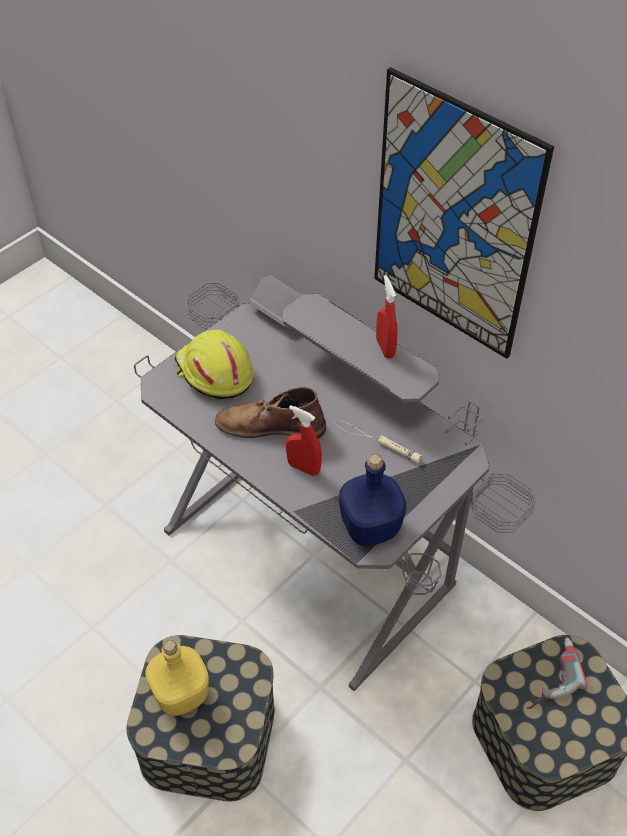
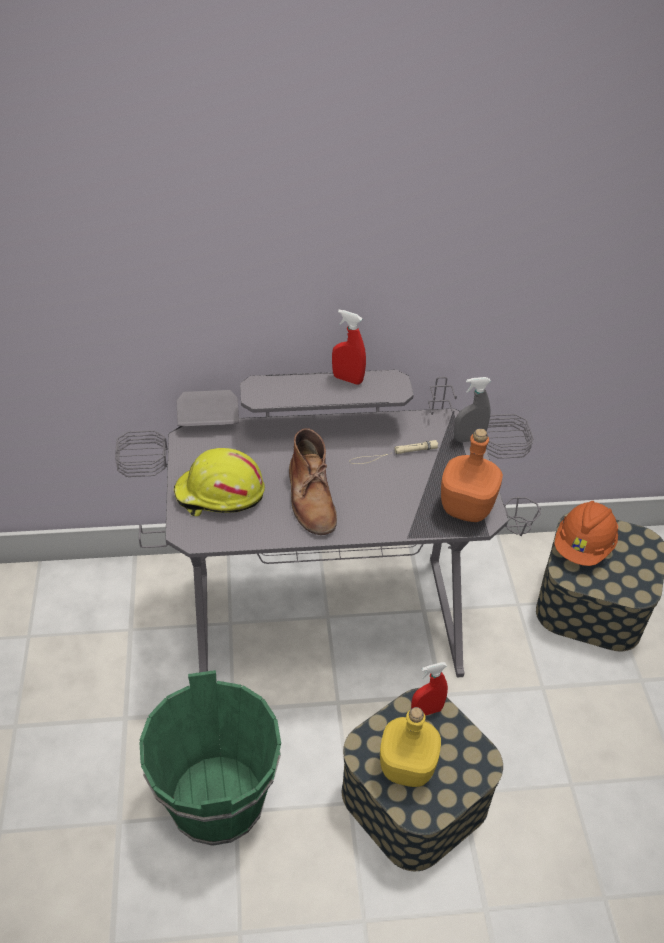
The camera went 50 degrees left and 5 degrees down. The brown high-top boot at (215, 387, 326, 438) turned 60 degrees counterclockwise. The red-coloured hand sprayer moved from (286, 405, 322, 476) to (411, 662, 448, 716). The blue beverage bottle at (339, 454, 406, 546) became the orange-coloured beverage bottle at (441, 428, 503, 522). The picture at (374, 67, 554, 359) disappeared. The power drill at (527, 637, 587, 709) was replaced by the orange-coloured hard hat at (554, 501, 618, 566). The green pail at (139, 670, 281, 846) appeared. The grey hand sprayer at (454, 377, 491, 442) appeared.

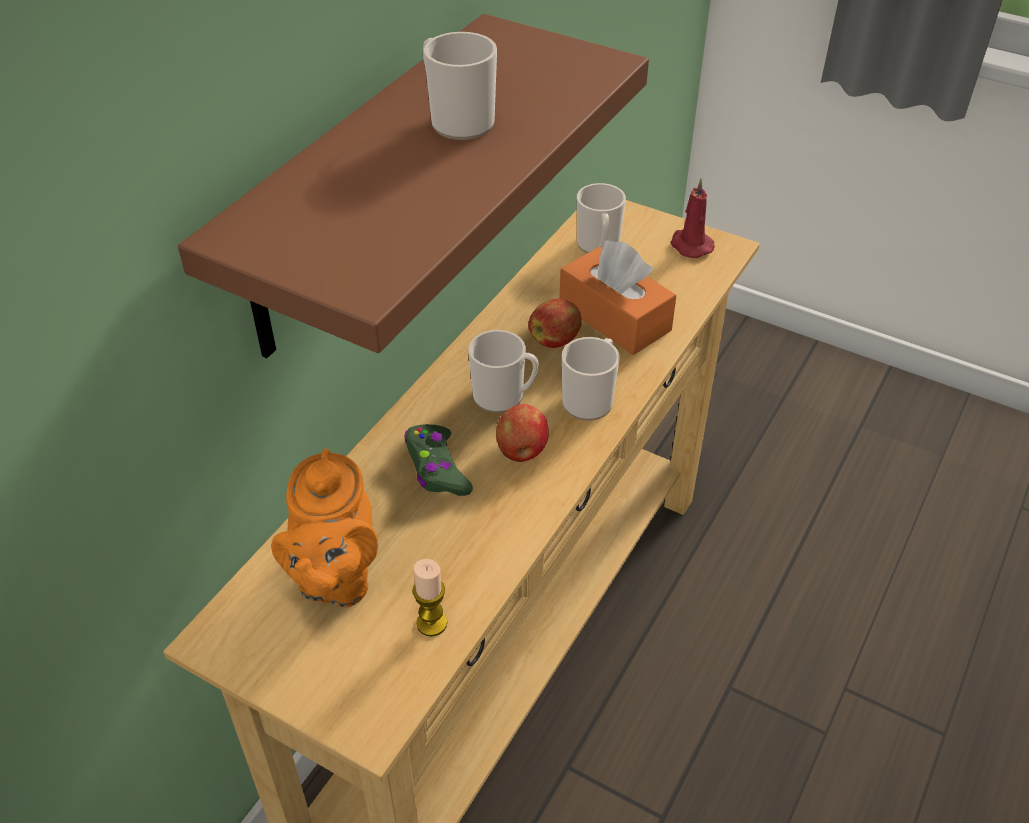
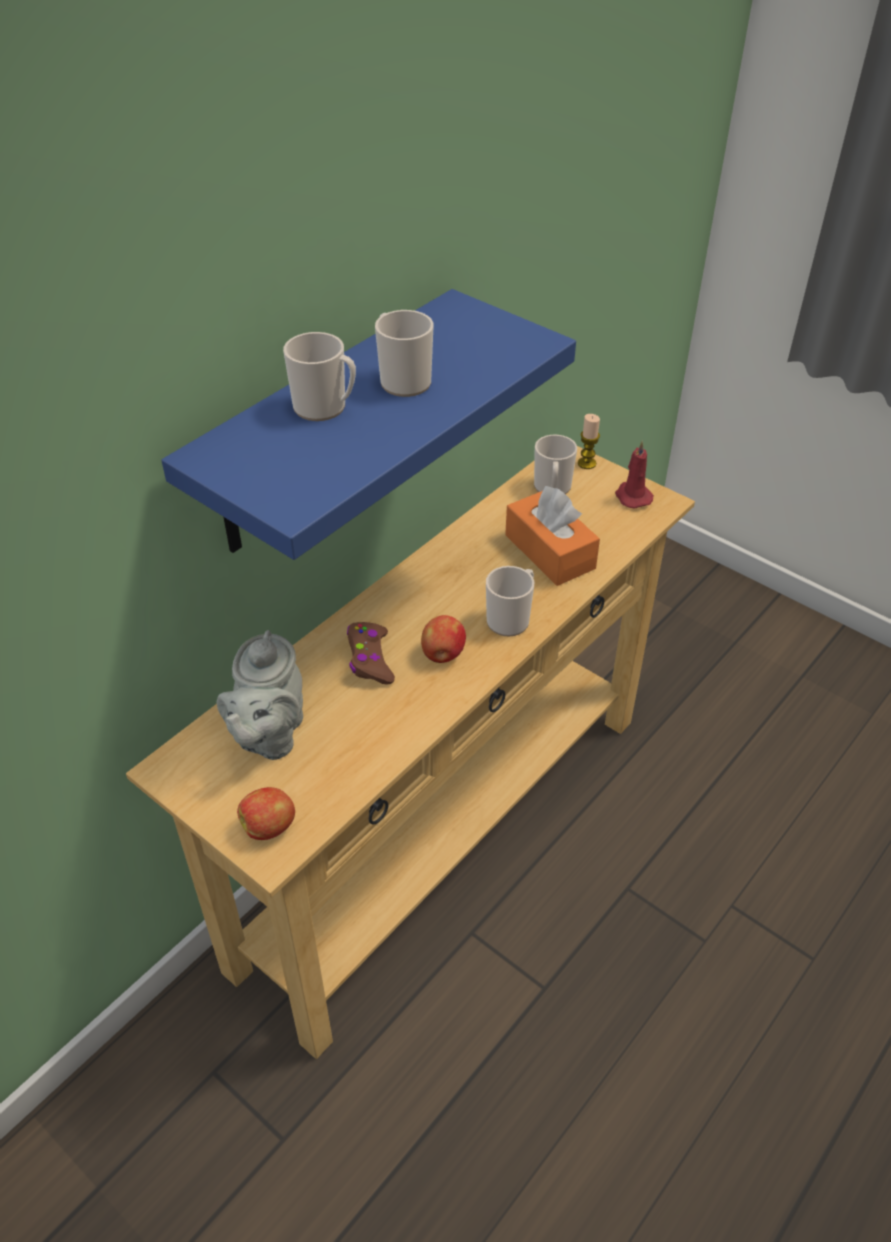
The camera went 10 degrees right and 0 degrees up. The brown bracket shelf at (178, 14, 649, 358) became the blue bracket shelf at (161, 289, 576, 560). The orange-coloured teapot at (271, 448, 378, 608) became the grey teapot at (217, 630, 303, 760). The green gamepad at (404, 424, 473, 496) became the brown gamepad at (347, 622, 395, 684). The candle moved from (412, 559, 447, 637) to (578, 414, 600, 469). The mug moved from (468, 330, 538, 413) to (283, 332, 356, 421). The whole apple moved from (529, 299, 582, 348) to (237, 787, 295, 840).

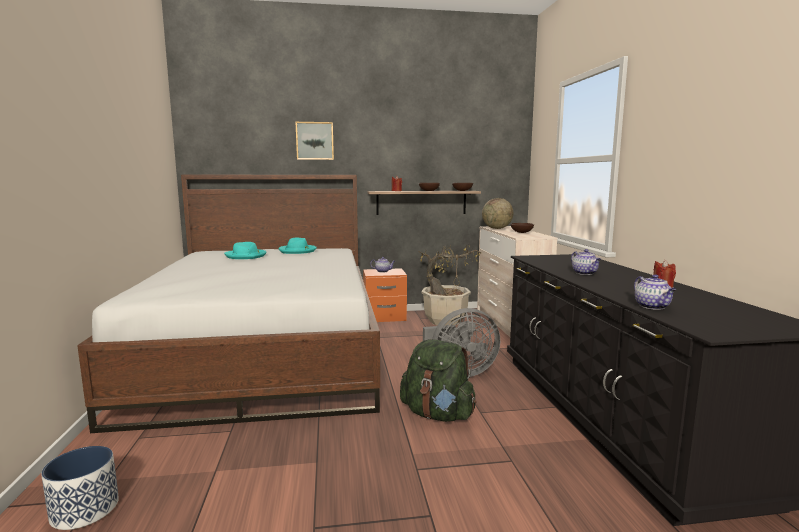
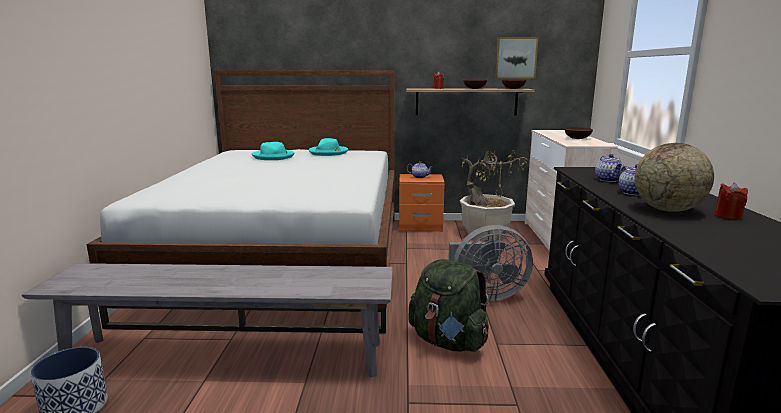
The camera went 10 degrees right and 5 degrees up. The picture moved from (295, 122, 334, 160) to (495, 37, 538, 78). The desk globe moved from (482, 198, 513, 229) to (635, 143, 714, 212). The teapot moved from (634, 274, 676, 310) to (595, 154, 625, 182). The grey indoor bench at (22, 263, 393, 377) appeared.

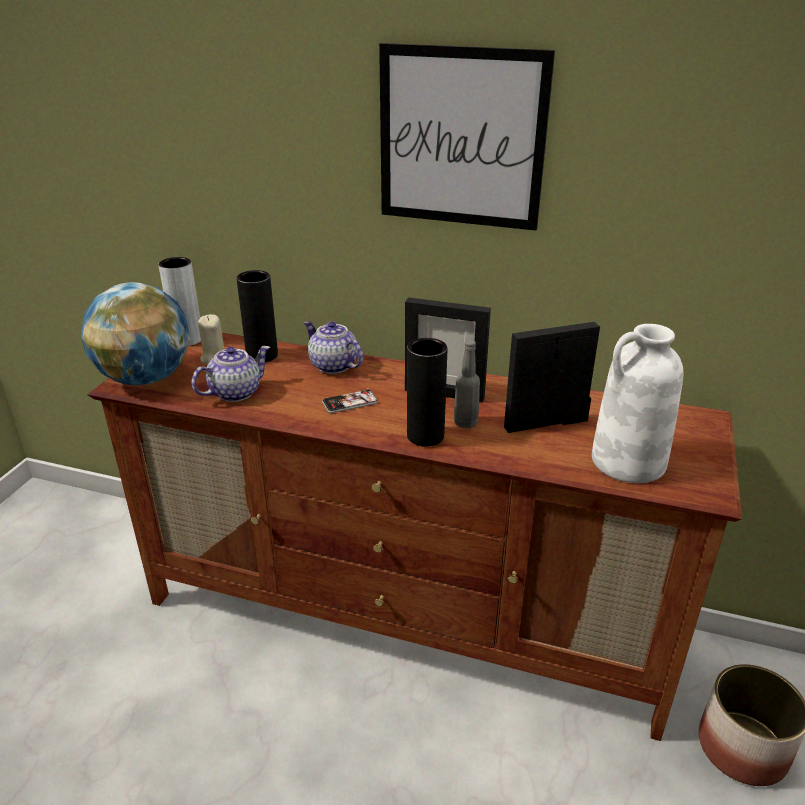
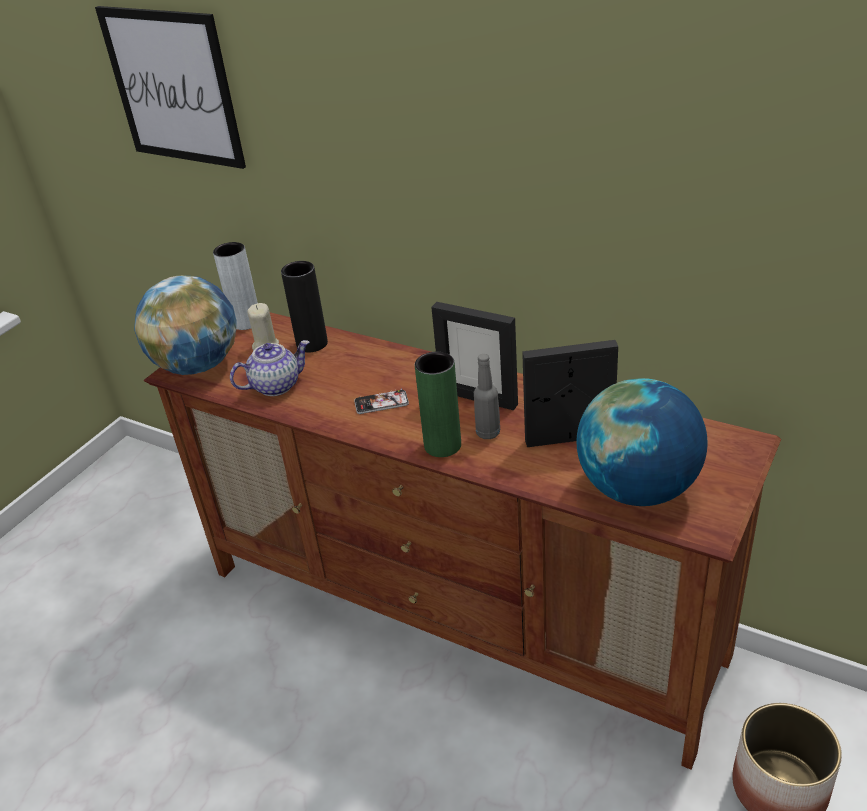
The camera went 15 degrees right and 5 degrees up. The teapot at (304, 321, 363, 374) disappeared. The picture moved from (379, 43, 555, 231) to (95, 6, 246, 169). The black vase at (407, 338, 447, 447) became the green vase at (415, 352, 461, 457). The white vase at (592, 324, 683, 483) was replaced by the desk globe at (576, 378, 708, 506).

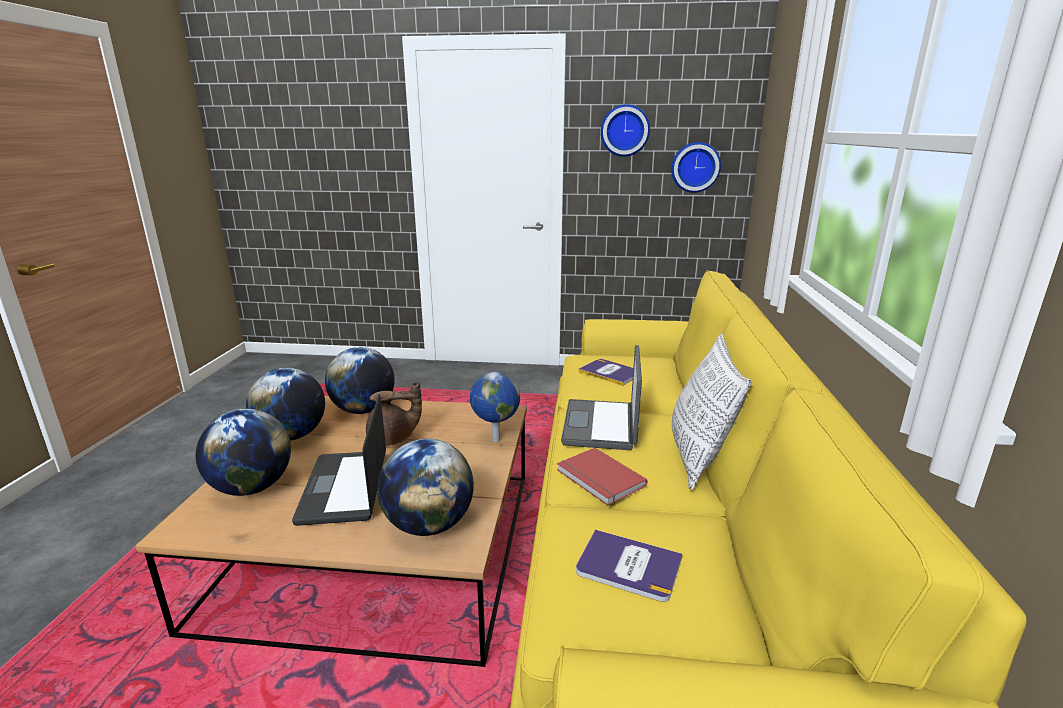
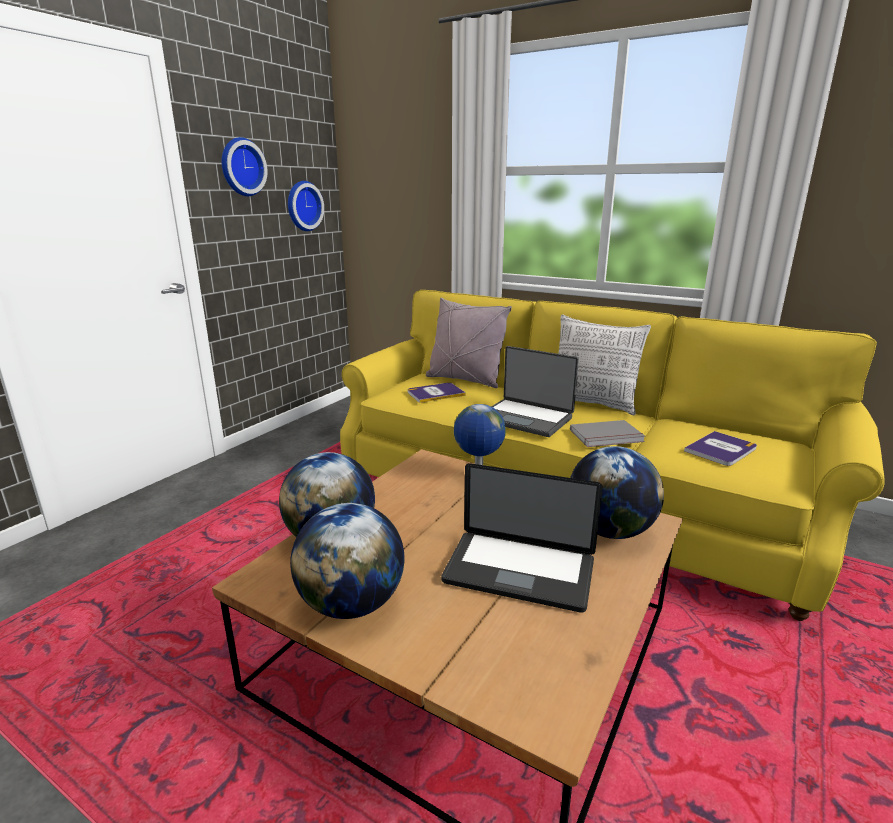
The camera went 65 degrees left and 0 degrees up. The desk globe at (196, 409, 291, 496) disappeared. The brown teapot at (366, 381, 422, 446) disappeared. The red-coloured book at (557, 448, 647, 505) became the grey book at (570, 420, 645, 447). The purplish pillow at (426, 297, 512, 388) appeared.

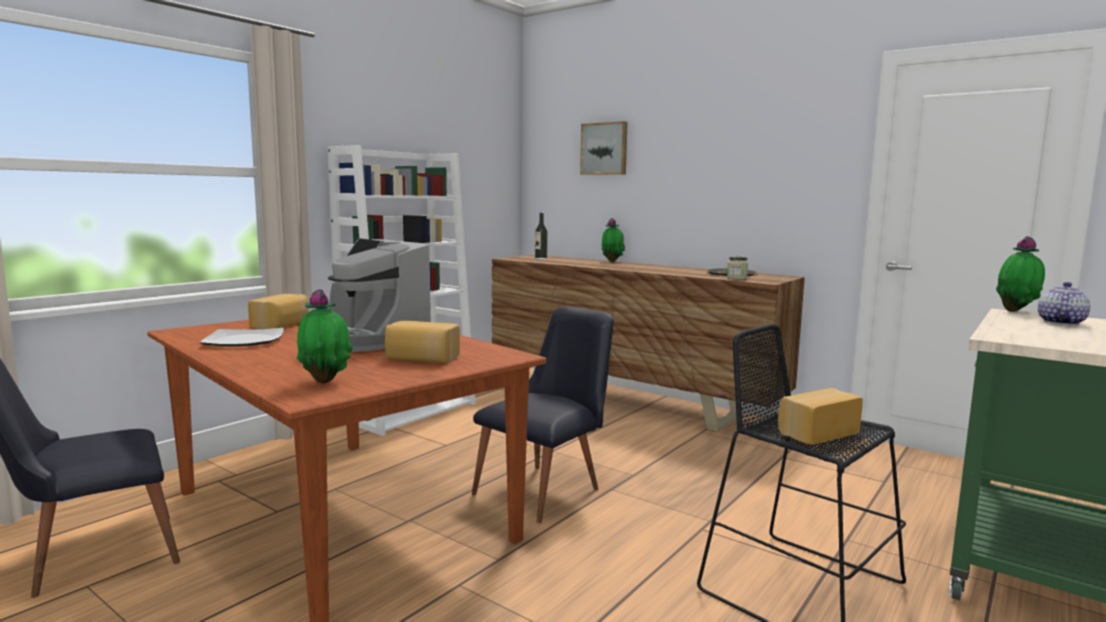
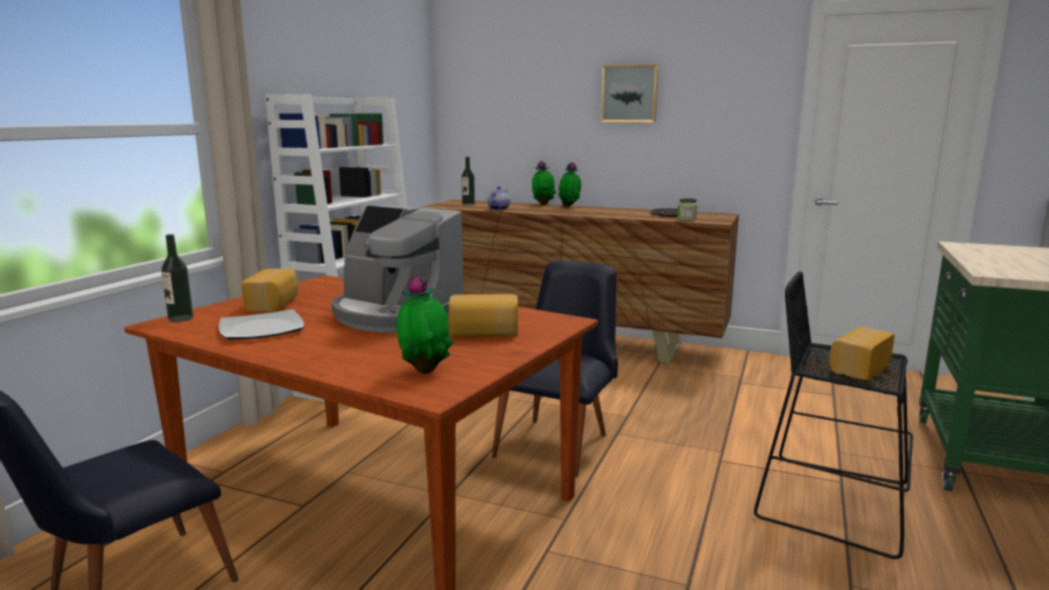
The camera went 15 degrees left and 5 degrees up. The picture moved from (580, 121, 628, 175) to (601, 64, 658, 122). The potted plant moved from (996, 236, 1045, 312) to (558, 162, 581, 207). The teapot moved from (1038, 282, 1090, 325) to (487, 186, 510, 210). The beverage bottle at (161, 234, 194, 322) appeared.

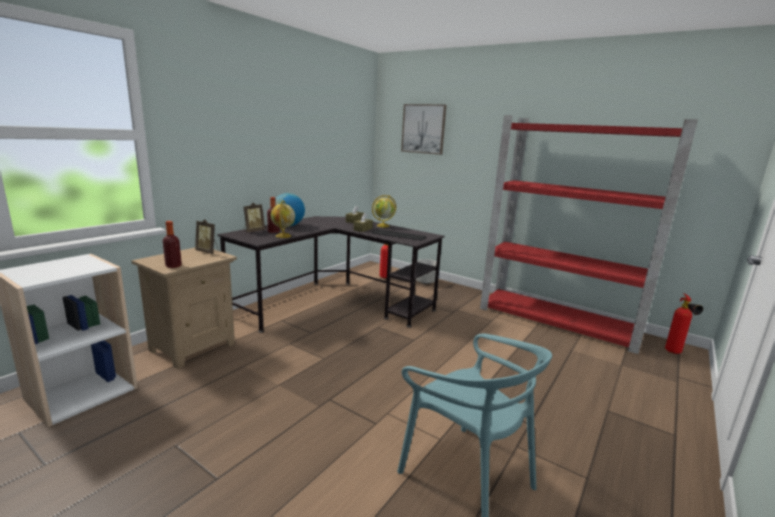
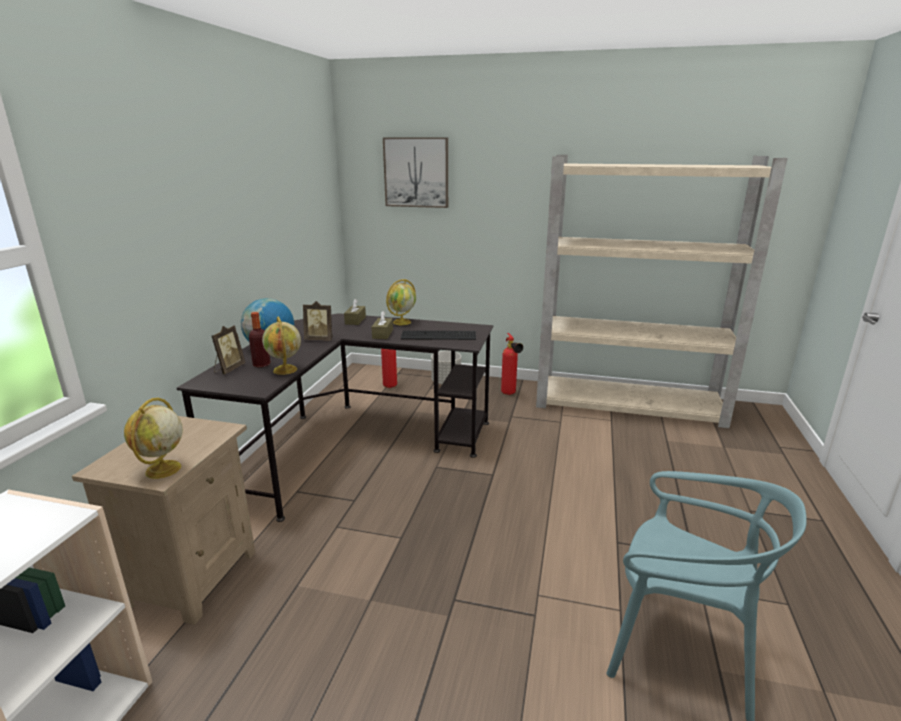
The camera went 20 degrees left and 5 degrees up. The beverage bottle at (163, 221, 182, 268) was replaced by the desk globe at (124, 398, 183, 479). The photo frame moved from (195, 219, 220, 254) to (303, 301, 333, 341). The red-coloured shelving unit at (480, 115, 698, 354) became the beige-coloured shelving unit at (536, 155, 788, 428). The fire extinguisher moved from (665, 293, 703, 354) to (501, 333, 523, 395).

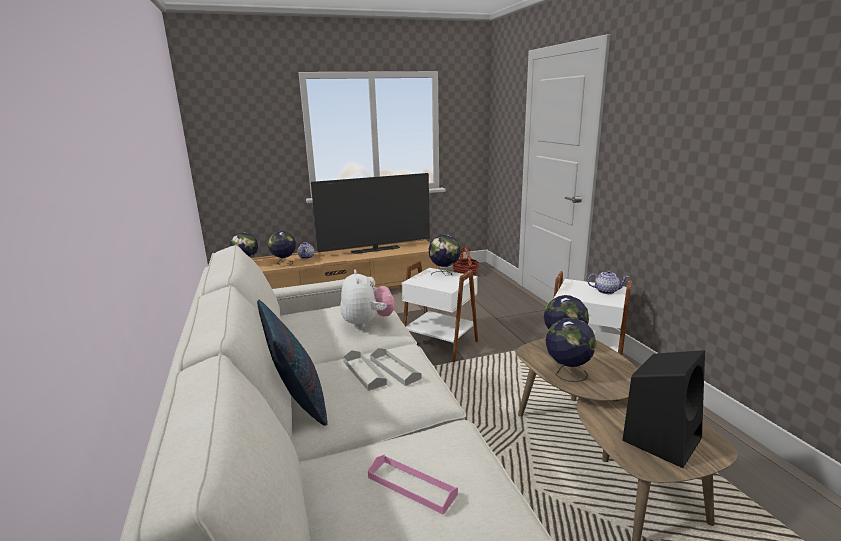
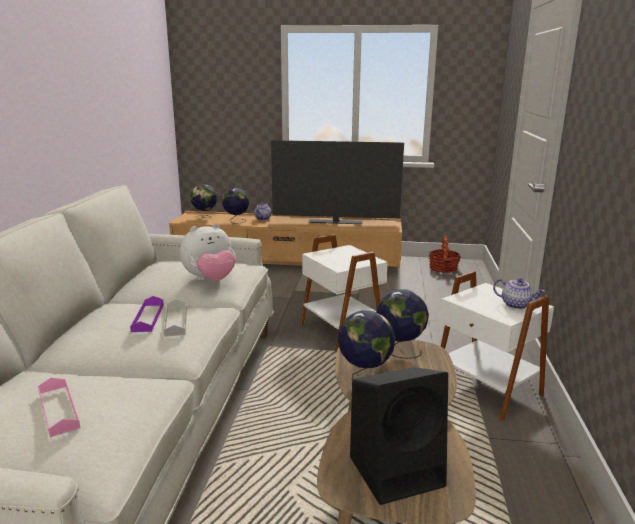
The camera went 25 degrees right and 0 degrees up. The blue pillow at (257, 299, 327, 426) disappeared. The soft toy at (340, 270, 395, 329) turned 45 degrees clockwise. The grey serving tray at (343, 350, 387, 391) became the purplish serving tray at (130, 296, 164, 332). The desk globe at (429, 235, 461, 275) disappeared.

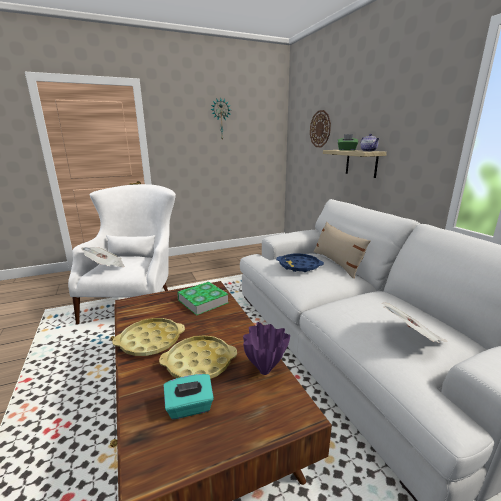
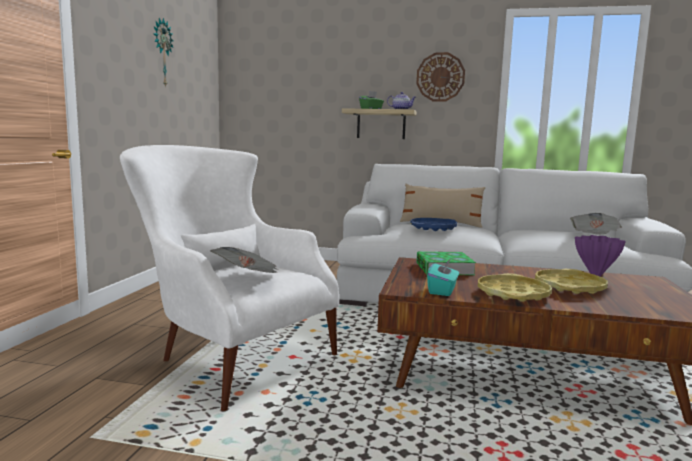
The camera went 55 degrees left and 10 degrees down. The blue-green box of tissues moved from (164, 374, 214, 419) to (427, 260, 459, 296). The clock on the wall moved from (310, 110, 331, 147) to (416, 52, 465, 102).

